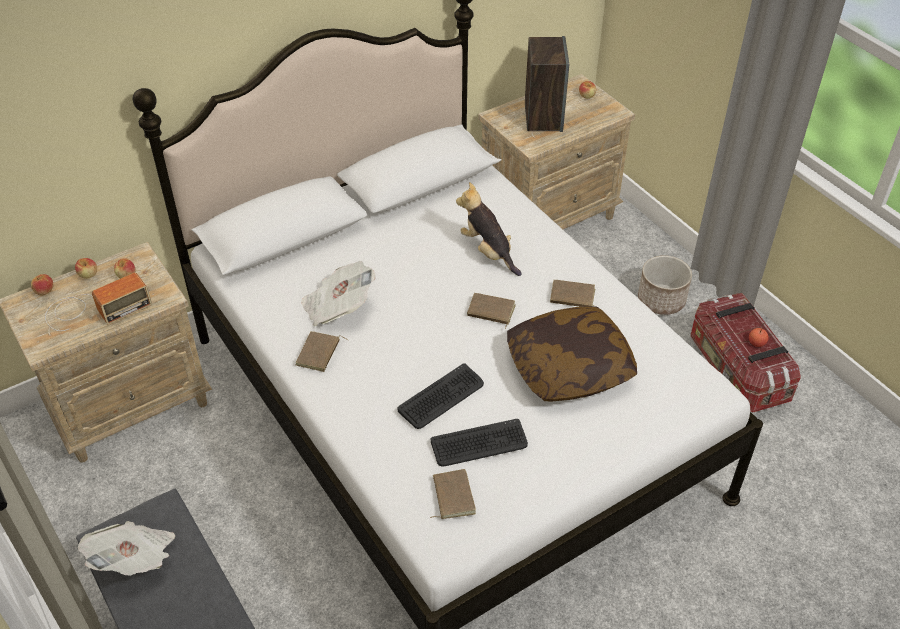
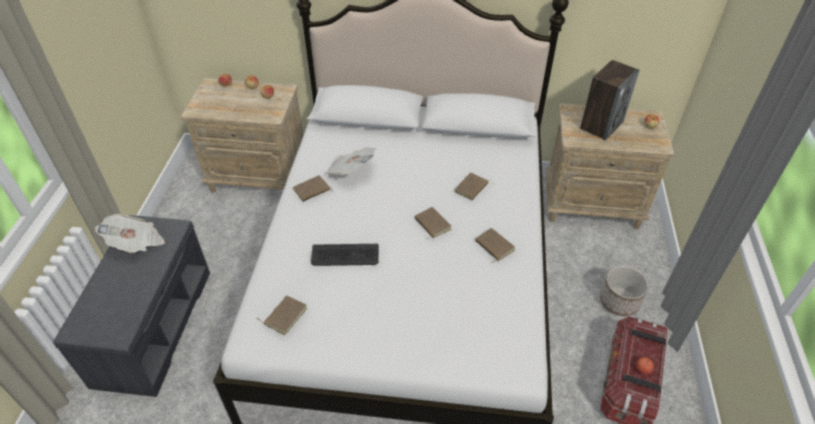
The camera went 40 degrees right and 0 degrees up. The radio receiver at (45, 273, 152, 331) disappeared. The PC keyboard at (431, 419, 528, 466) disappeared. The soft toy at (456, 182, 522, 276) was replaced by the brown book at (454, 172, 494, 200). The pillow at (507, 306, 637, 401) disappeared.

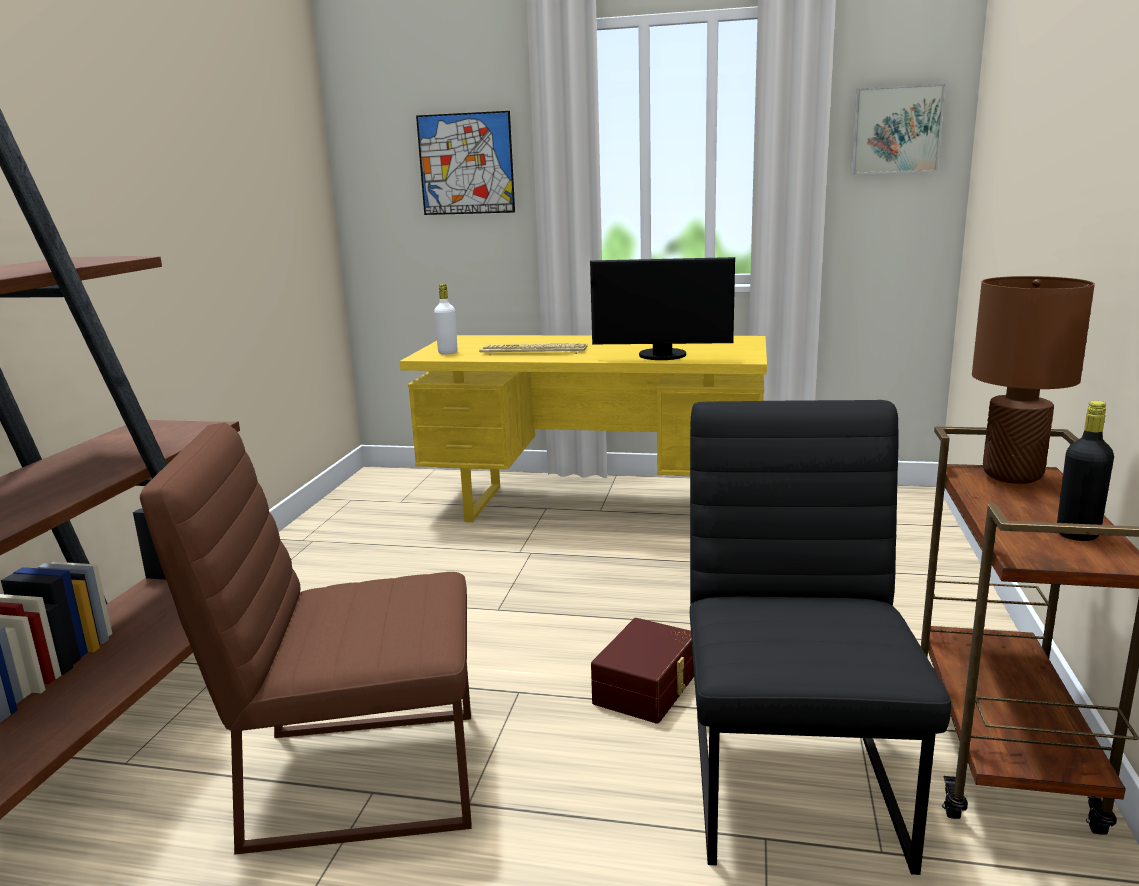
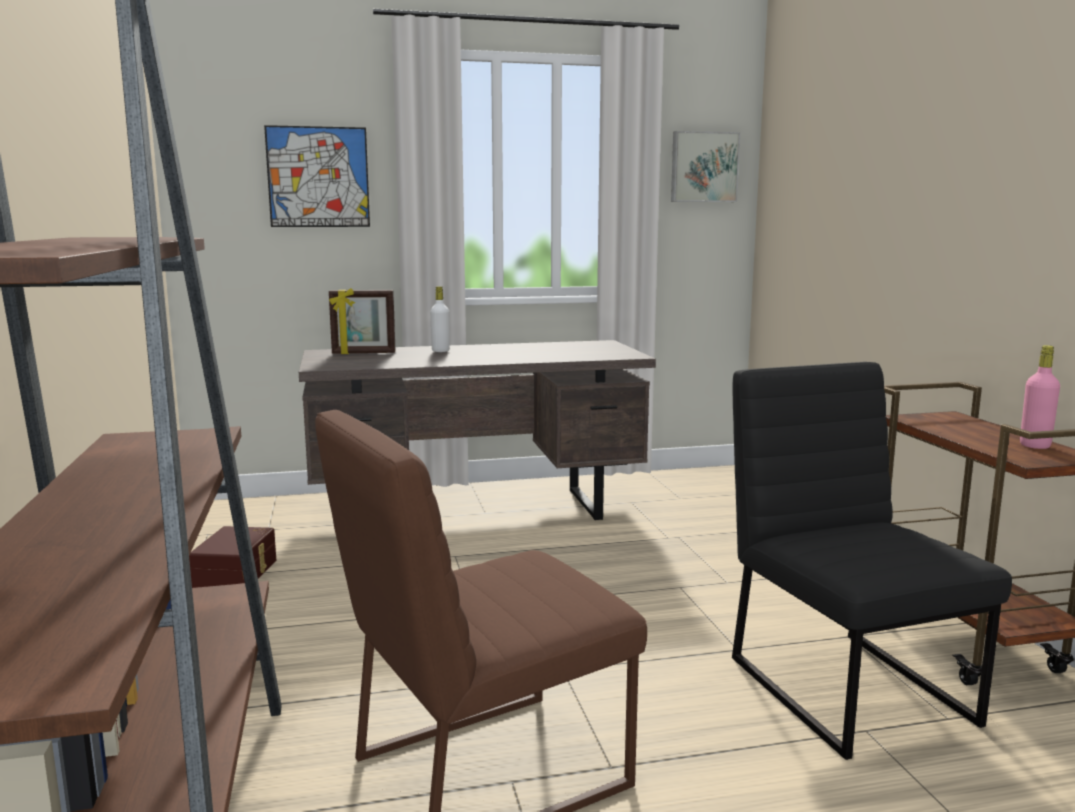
The camera went 25 degrees left and 5 degrees down. The yellow-coloured desk table at (400, 335, 767, 522) became the brown desk table at (299, 340, 656, 520). The white beverage bottle moved from (434, 284, 457, 355) to (430, 286, 450, 352). The PC keyboard at (479, 343, 587, 355) disappeared. The monitor at (590, 257, 735, 360) disappeared. The brown storage box moved from (591, 618, 694, 724) to (189, 526, 276, 588). The brown table lamp at (972, 276, 1095, 484) disappeared. The black beverage bottle at (1057, 401, 1114, 541) became the pink beverage bottle at (1020, 345, 1060, 449). The photo frame at (329, 288, 396, 354) appeared.

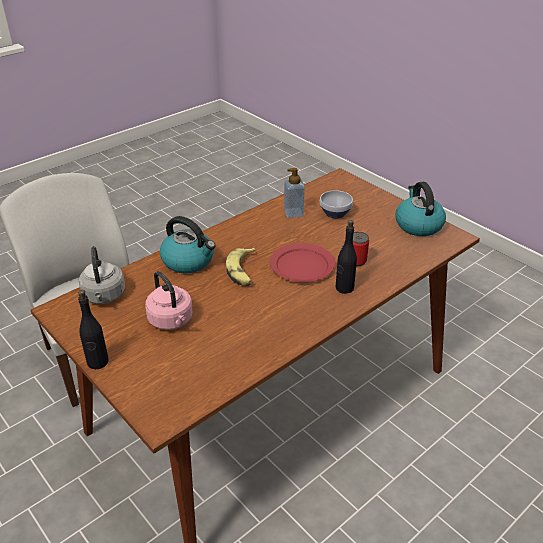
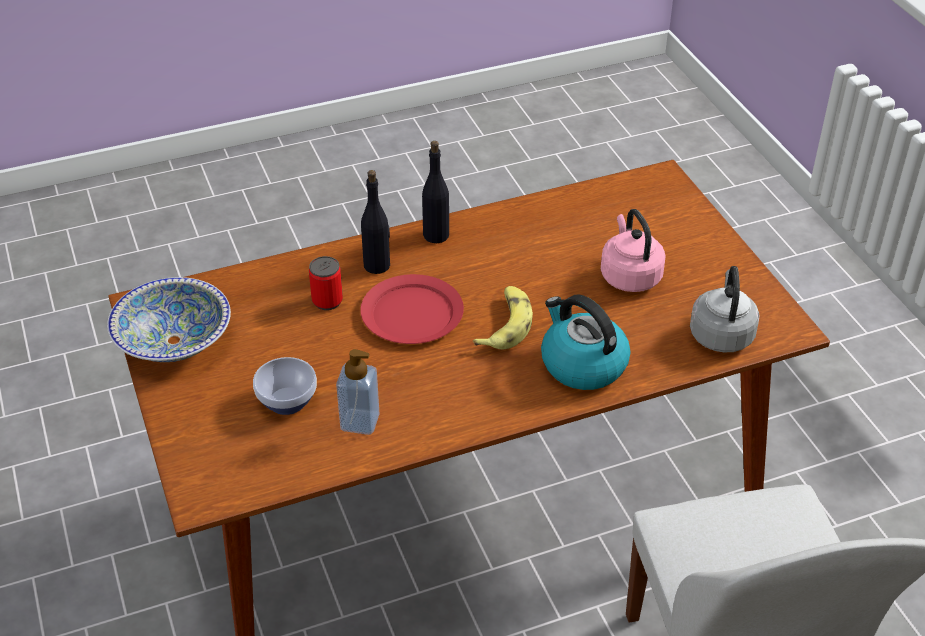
The camera went 160 degrees left and 5 degrees up. The black beverage bottle moved from (78, 290, 109, 369) to (422, 141, 449, 243). The water kettle at (395, 182, 446, 236) was replaced by the serving bowl at (107, 277, 231, 362).

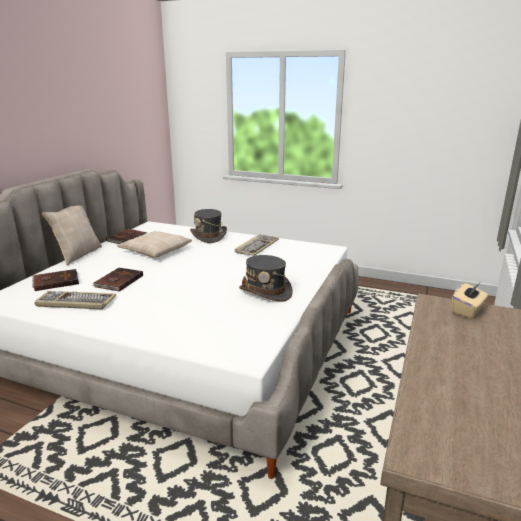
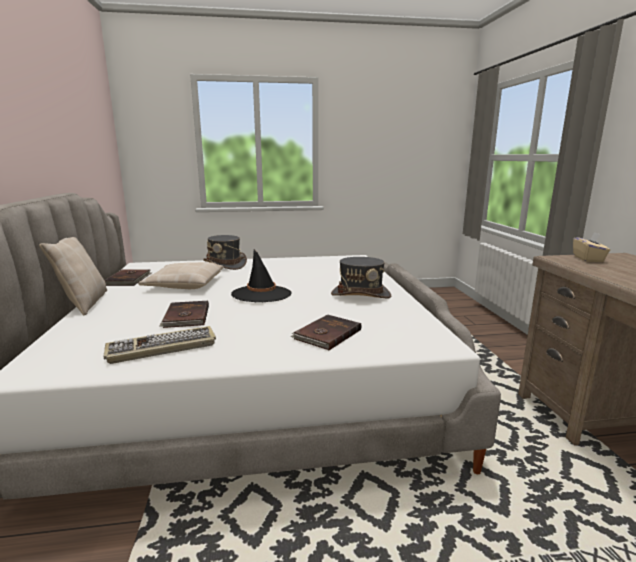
The camera went 30 degrees left and 5 degrees down. The brown book moved from (32, 269, 79, 291) to (291, 315, 361, 350). The PC keyboard at (235, 234, 279, 256) disappeared. The black wearable hat at (231, 249, 292, 302) appeared.

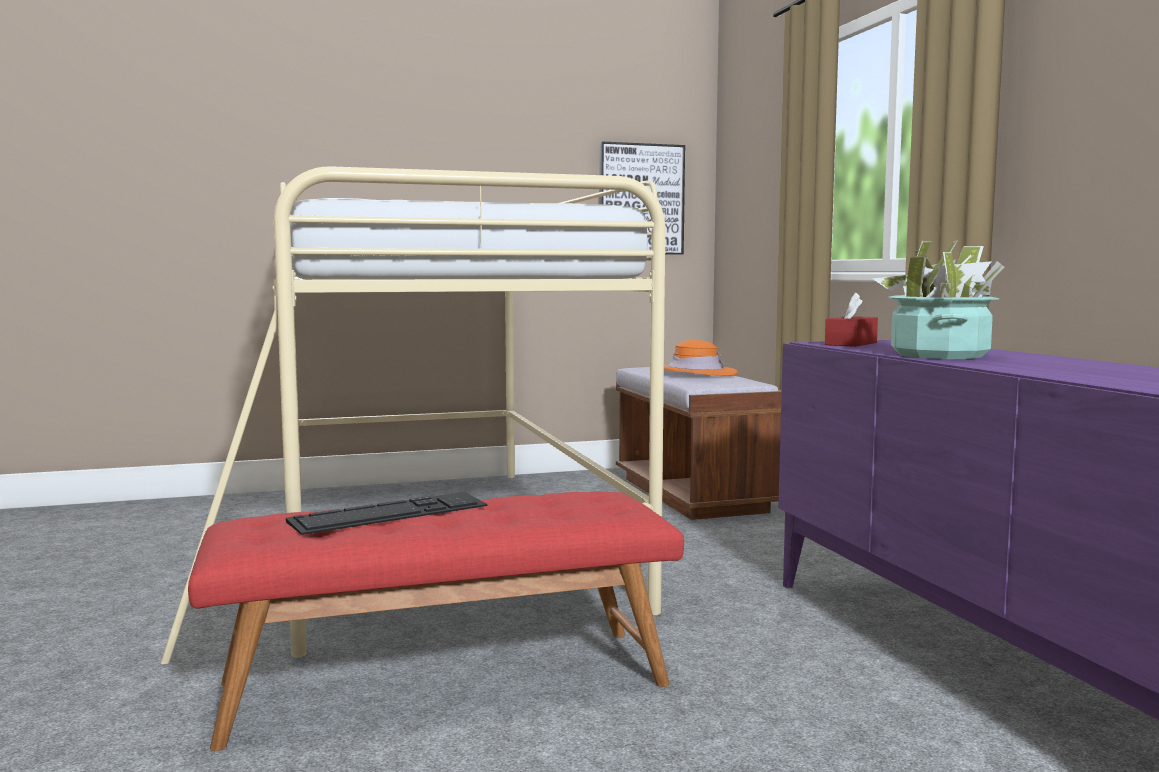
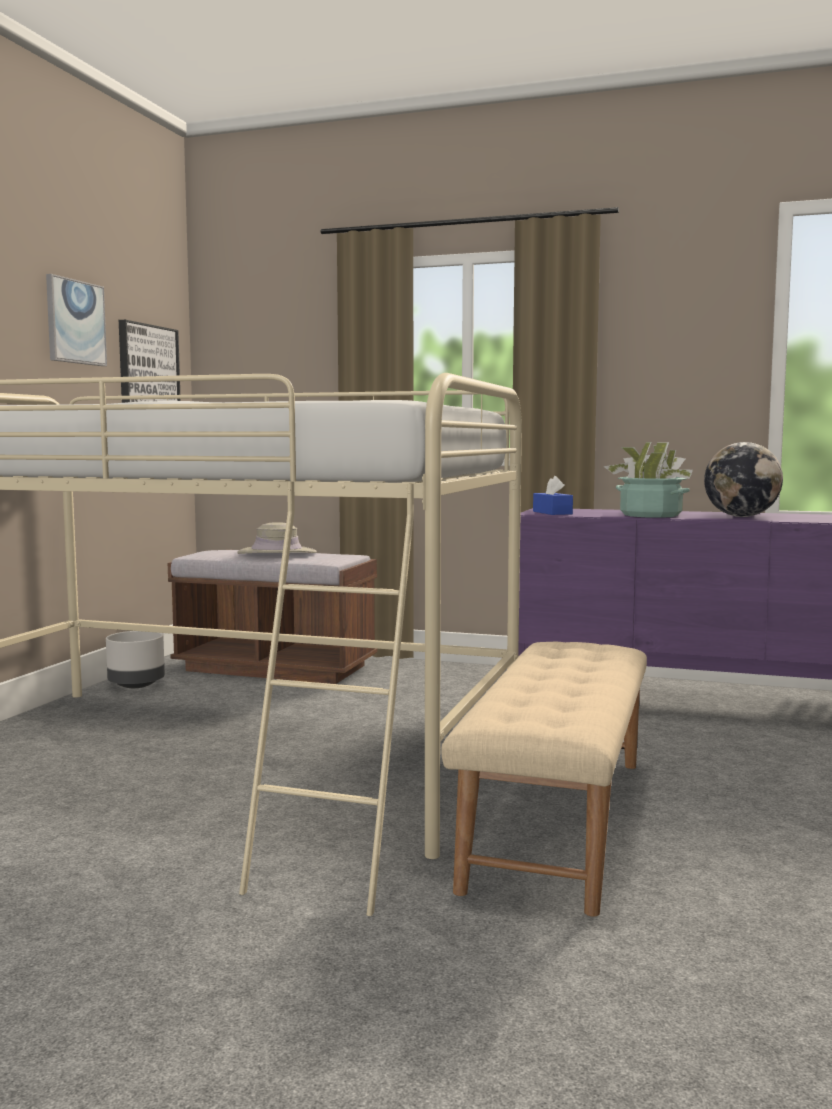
The camera went 55 degrees left and 0 degrees up. The red-coloured indoor bench at (188, 491, 684, 751) became the beige-coloured indoor bench at (441, 642, 647, 917). The PC keyboard at (286, 492, 487, 535) disappeared. The orange-coloured wearable hat at (664, 340, 737, 376) became the beige-coloured wearable hat at (237, 522, 317, 554). The red-coloured box of tissues at (825, 292, 878, 347) became the blue box of tissues at (533, 476, 573, 515). The picture at (46, 274, 107, 366) appeared. The grey plant pot at (106, 631, 165, 688) appeared. The desk globe at (704, 442, 783, 517) appeared.

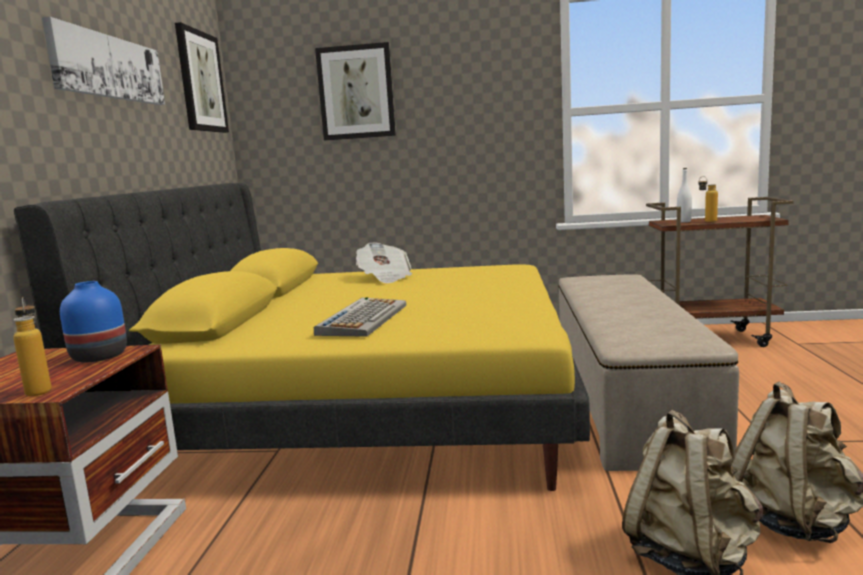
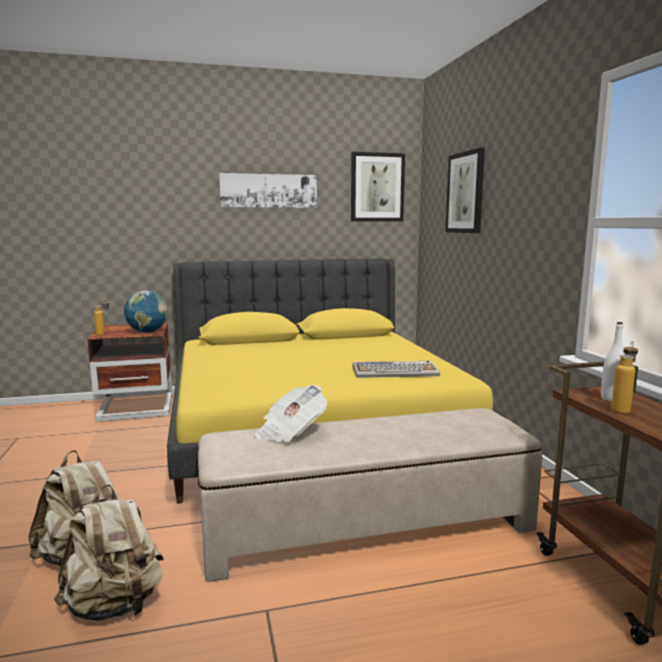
The camera went 70 degrees right and 0 degrees up. The blue vase at (60, 281, 127, 363) was replaced by the desk globe at (124, 291, 168, 332). The PC keyboard moved from (314, 297, 406, 337) to (353, 361, 440, 378). The daily paper moved from (356, 243, 412, 283) to (255, 385, 328, 442).

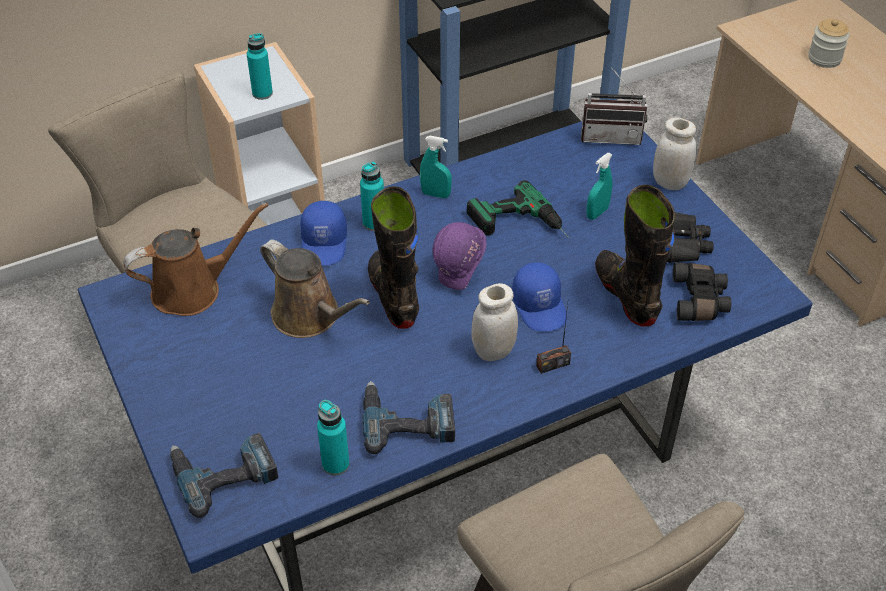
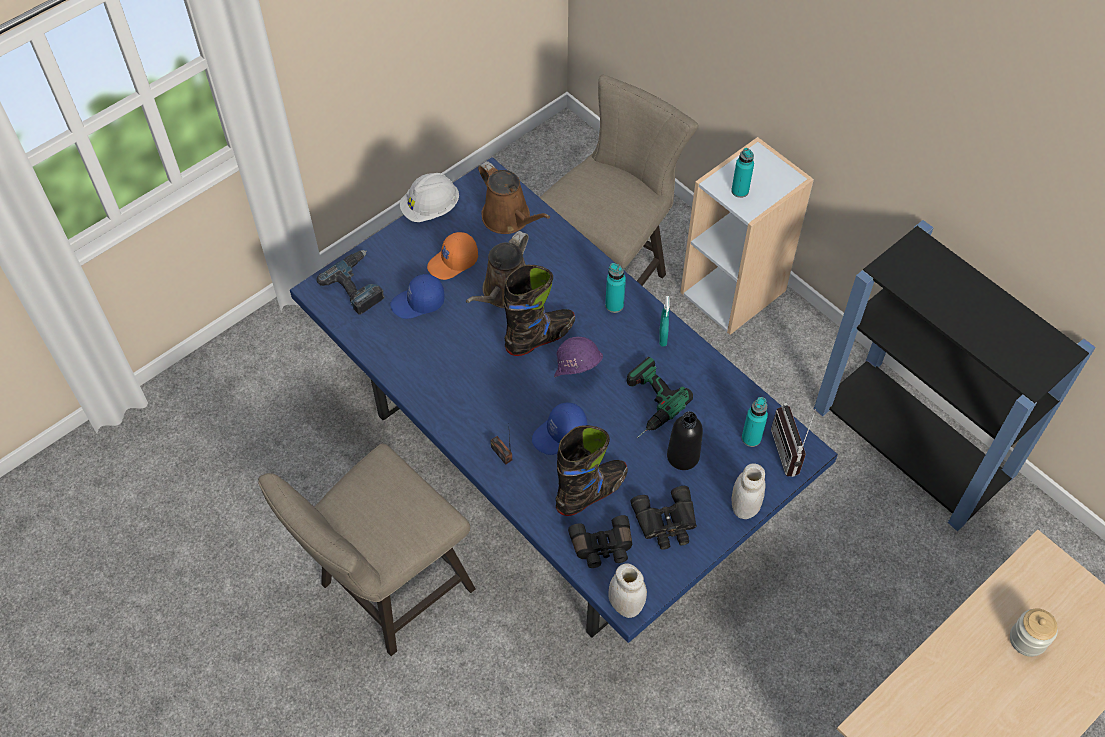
The camera went 75 degrees right and 10 degrees up. The blue baseball cap moved from (300, 201, 347, 266) to (390, 274, 445, 319). The blue-green beverage bottle moved from (317, 400, 350, 476) to (742, 397, 768, 447). The power drill at (362, 381, 455, 454) disappeared. The white storage jar moved from (472, 283, 518, 361) to (608, 563, 647, 618). The blue-green hand sprayer at (586, 153, 613, 220) was replaced by the black beverage bottle at (667, 411, 703, 470). The white hard hat at (399, 173, 459, 222) appeared. The orange-coloured baseball cap at (427, 232, 478, 280) appeared.

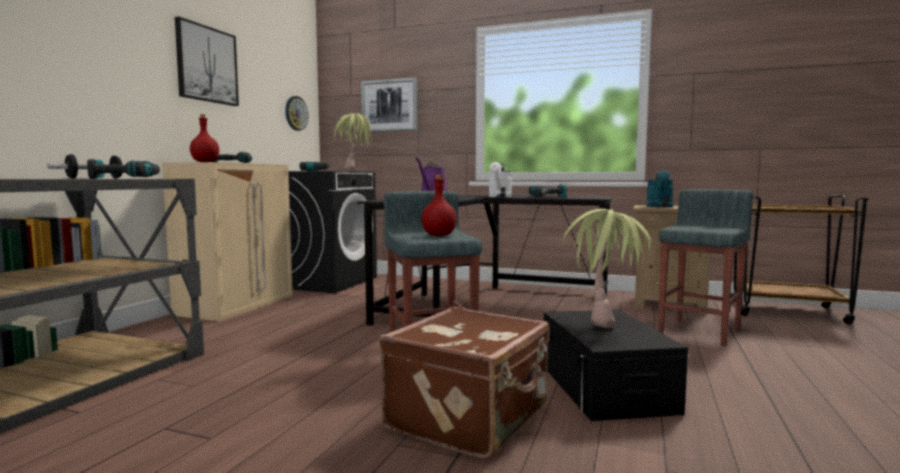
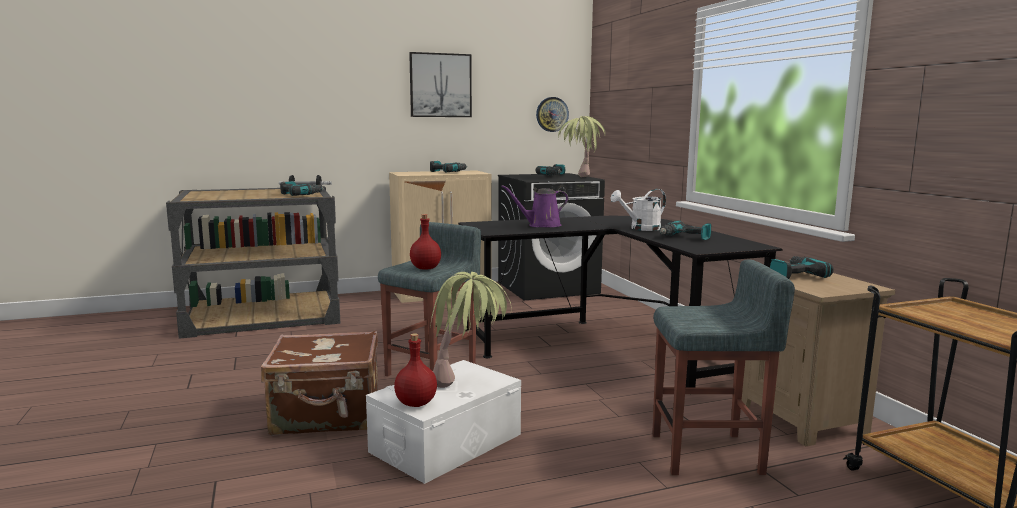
The camera went 50 degrees right and 5 degrees up. The red-coloured beverage bottle moved from (190, 114, 219, 162) to (394, 333, 437, 407). The picture at (361, 77, 418, 132) disappeared. The black storage box at (544, 309, 688, 421) became the white storage box at (366, 360, 521, 484). The blue-green watering pot at (646, 171, 673, 207) was replaced by the power drill at (770, 256, 834, 279).

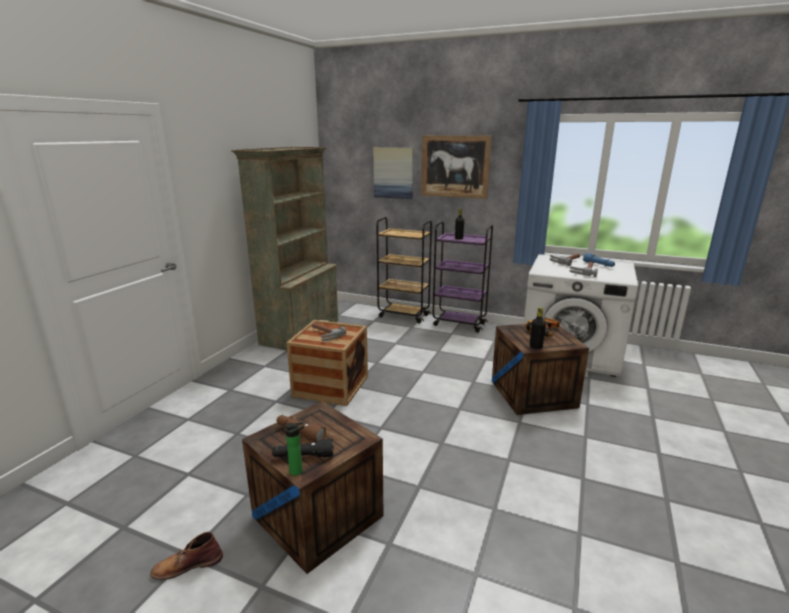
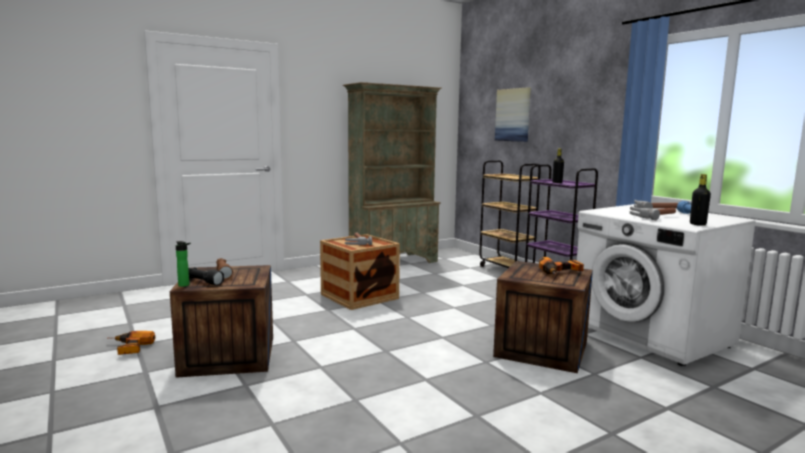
The camera went 35 degrees right and 10 degrees down. The brown high-top boot at (150, 532, 223, 580) was replaced by the power drill at (107, 331, 155, 355). The picture at (421, 135, 492, 199) disappeared. The black beverage bottle moved from (530, 307, 546, 349) to (690, 174, 711, 226).

